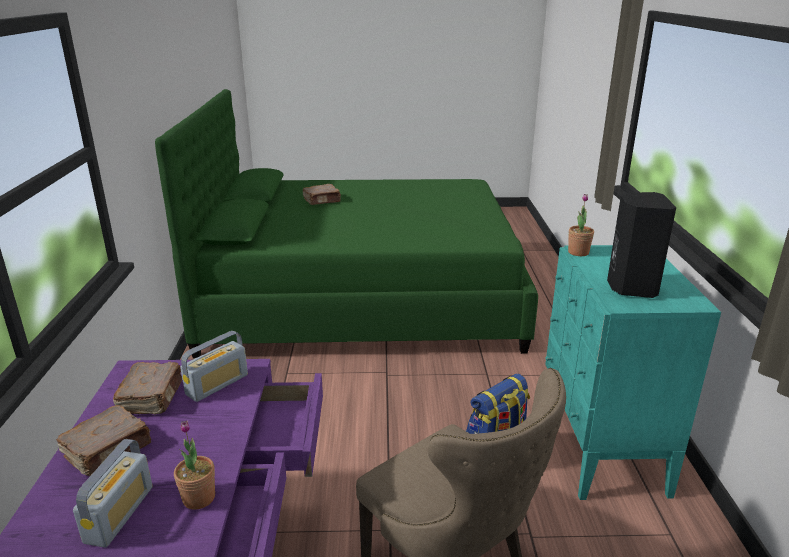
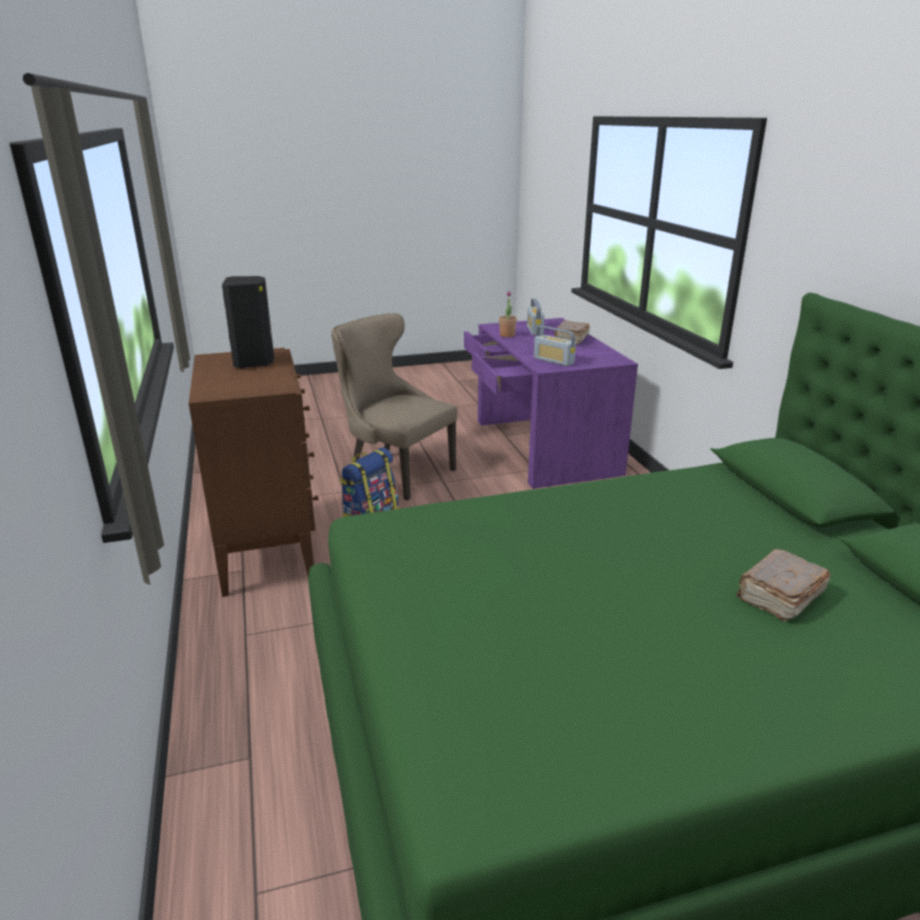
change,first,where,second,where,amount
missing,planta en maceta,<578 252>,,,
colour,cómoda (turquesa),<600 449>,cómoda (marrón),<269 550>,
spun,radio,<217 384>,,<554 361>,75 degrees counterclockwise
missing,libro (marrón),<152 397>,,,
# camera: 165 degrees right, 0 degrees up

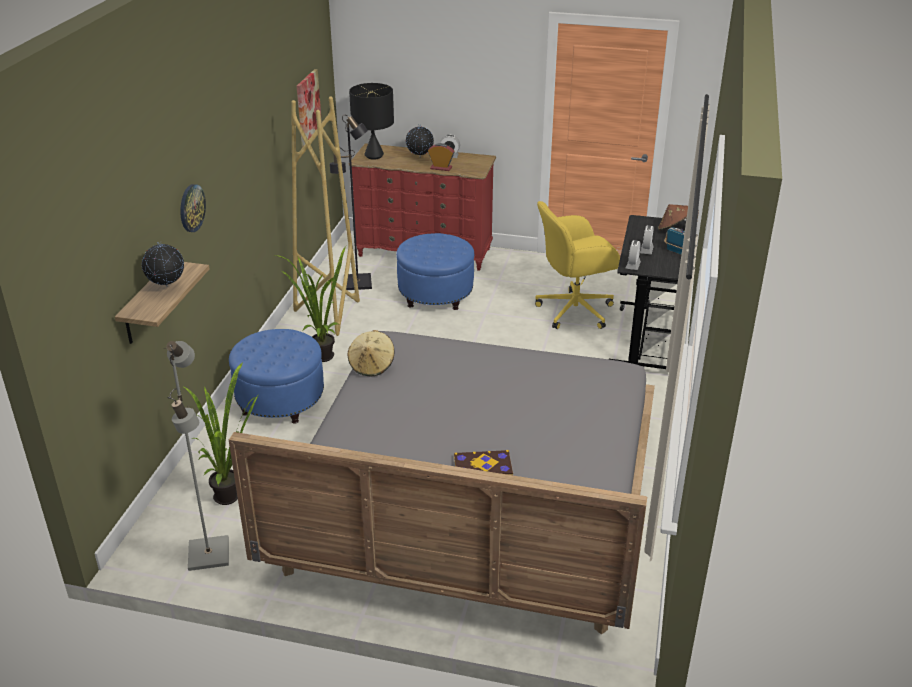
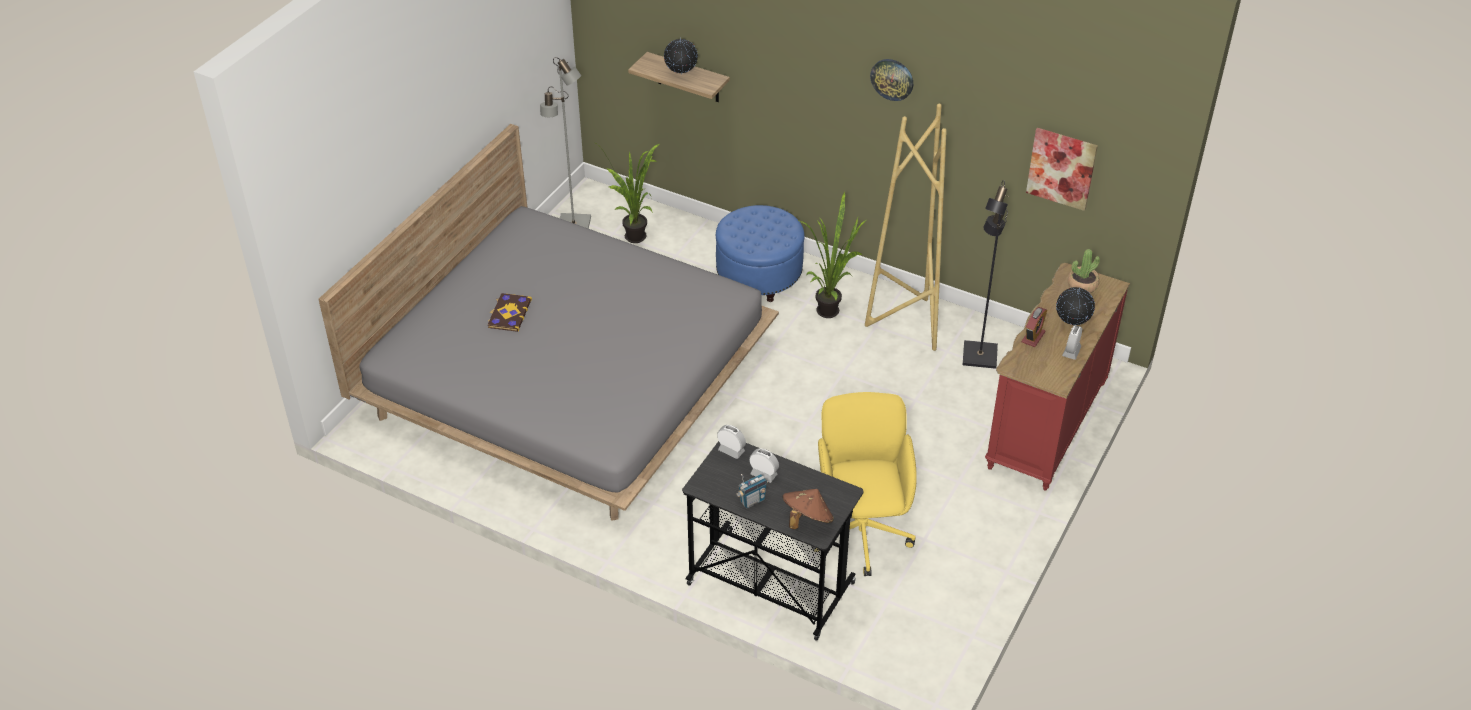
change,first,where,second,where,amount
exchanged,lámpara de mesa (negro),<374 156>,planta en maceta,<1082 285>,
relocated,reloj de pared,<191 208>,,<892 79>,
missing,puf (azul),<435 295>,,,
missing,sombrero (beis),<372 365>,,,
# camera: 105 degrees right, 10 degrees up

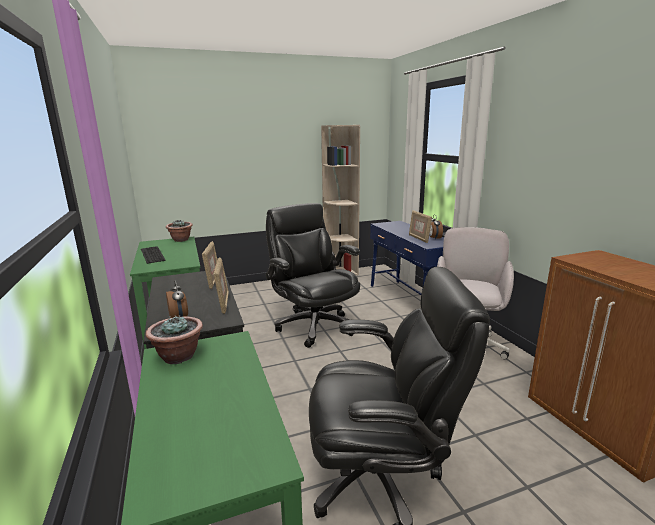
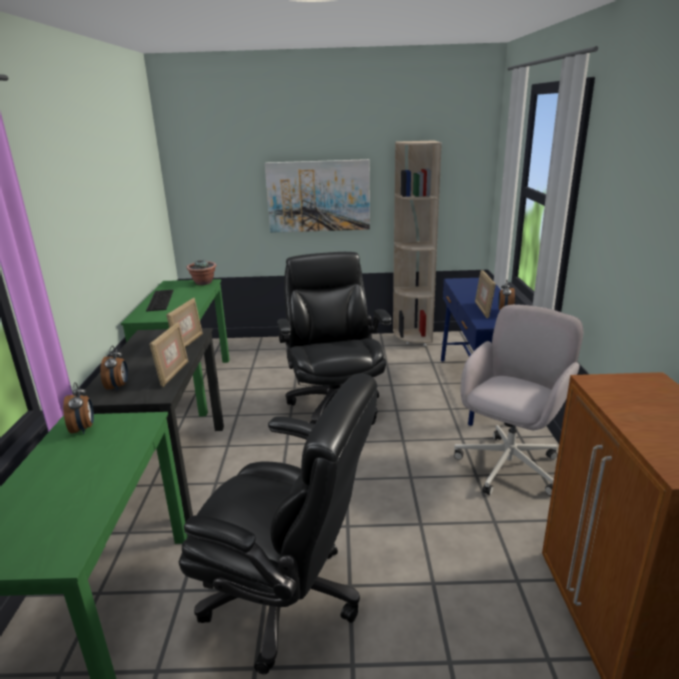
change,first,where,second,where,amount
exchanged,planta en maceta,<178 356>,despertador,<83 429>,
appeared,,,cuadro,<318 196>,
# camera: 20 degrees right, 5 degrees up

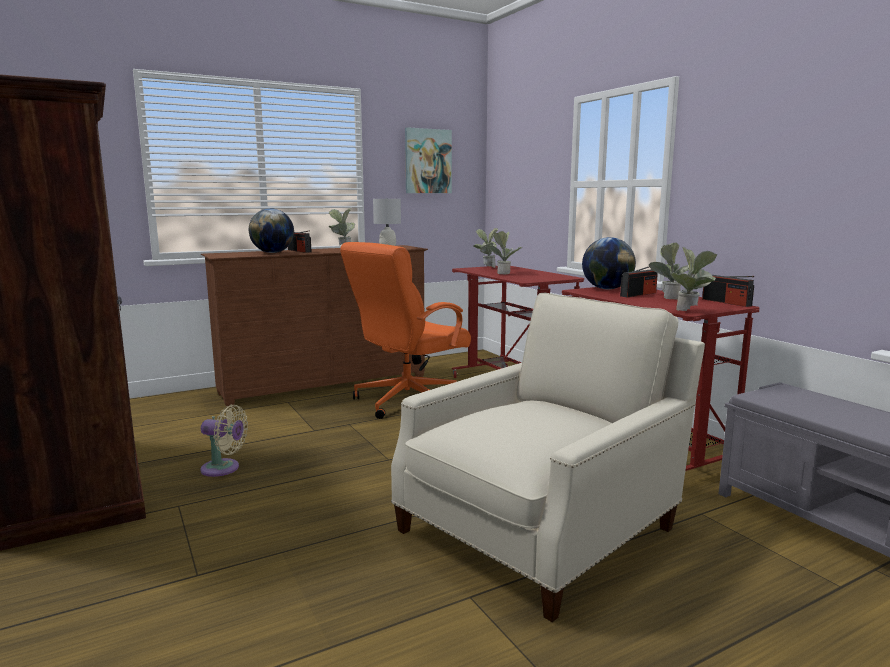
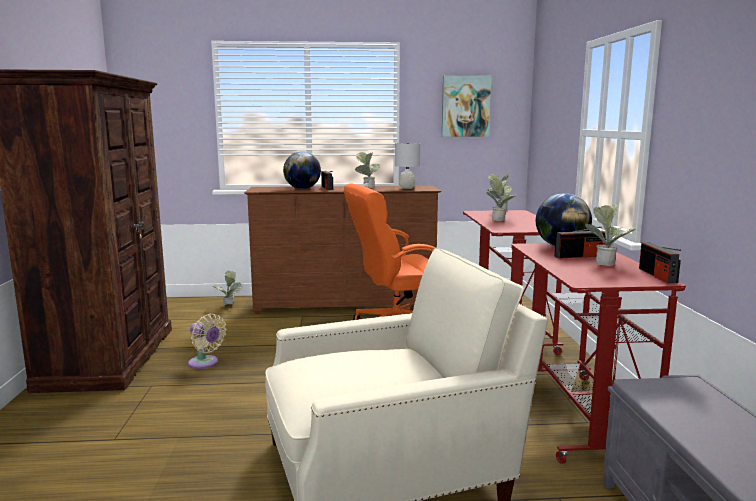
change,first,where,second,where,amount
relocated,planta en maceta,<691 311>,,<229 306>,
# camera: 25 degrees right, 0 degrees up

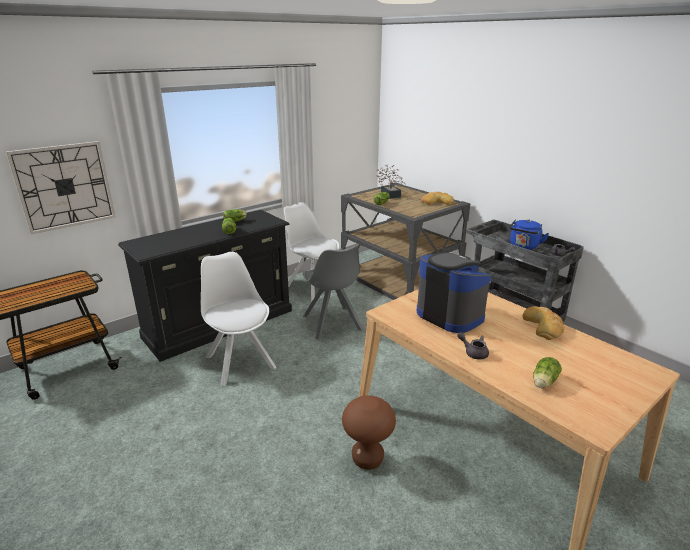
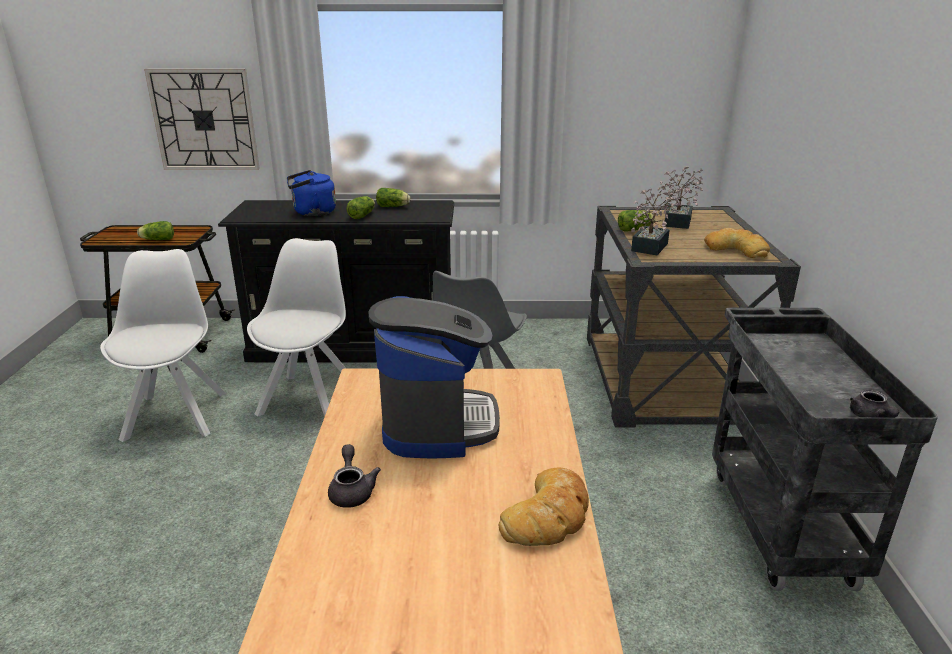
change,first,where,second,where,amount
relocated,silla (blanco),<312 287>,,<177 414>,
relocated,hervidor (azul),<524 247>,,<312 213>,
relocated,lechuga,<543 382>,,<157 240>,
missing,taburete (marrón),<367 459>,,,
appeared,,,planta en maceta,<651 245>,
# camera: 40 degrees right, 0 degrees up

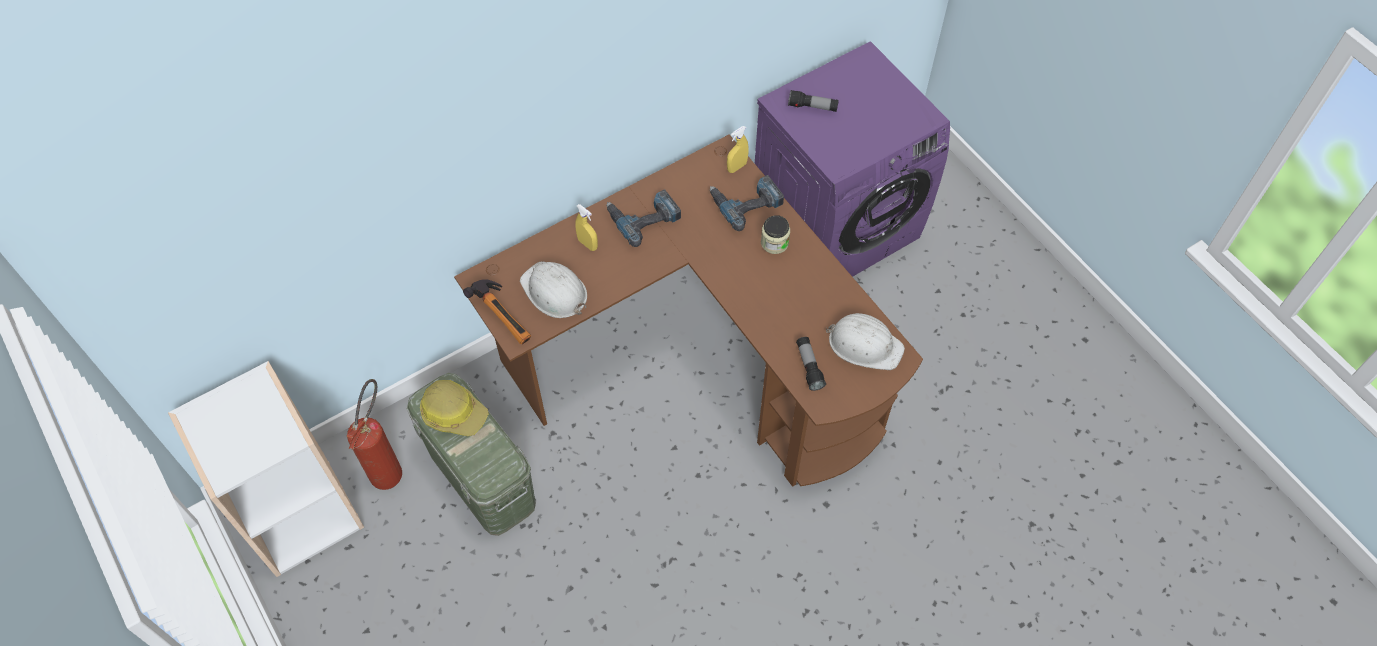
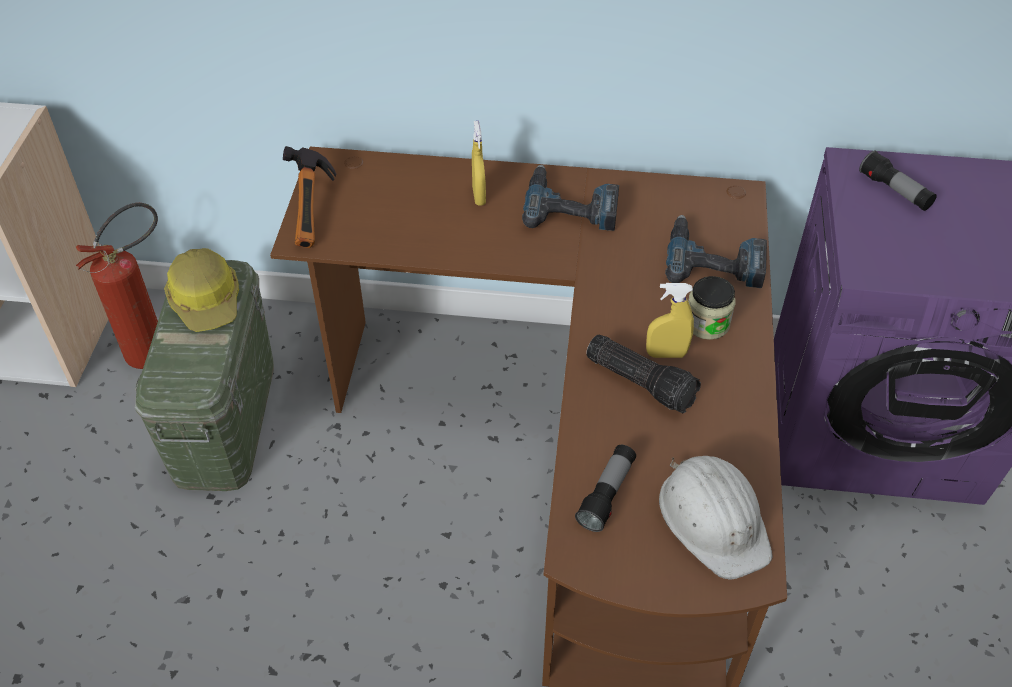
change,first,where,second,where,amount
relocated,pulverizador (amarillo),<737 167>,,<666 354>,
missing,casco (blanco),<554 292>,,,
appeared,,,linterna,<642 381>,
# camera: 40 degrees right, 10 degrees down

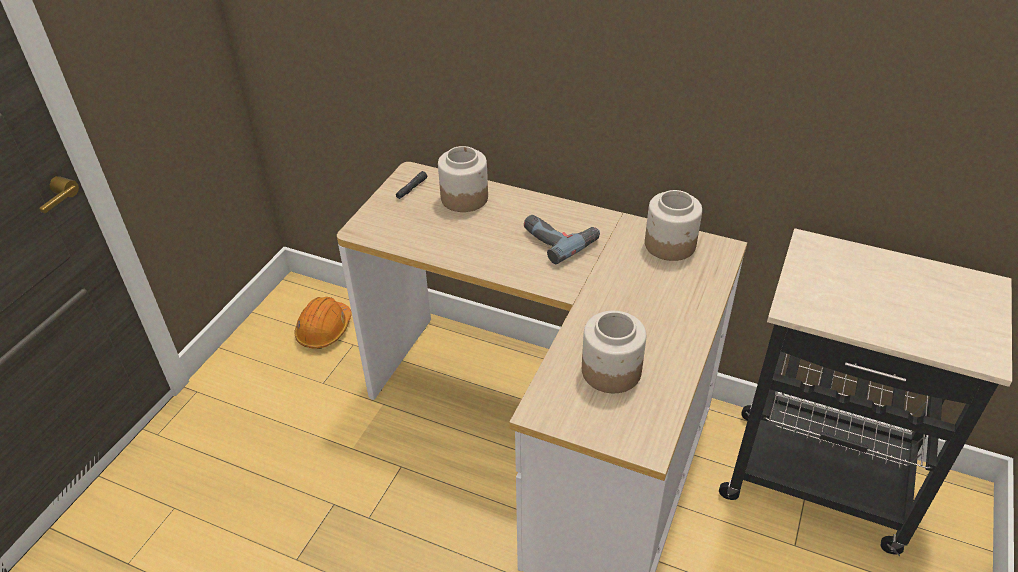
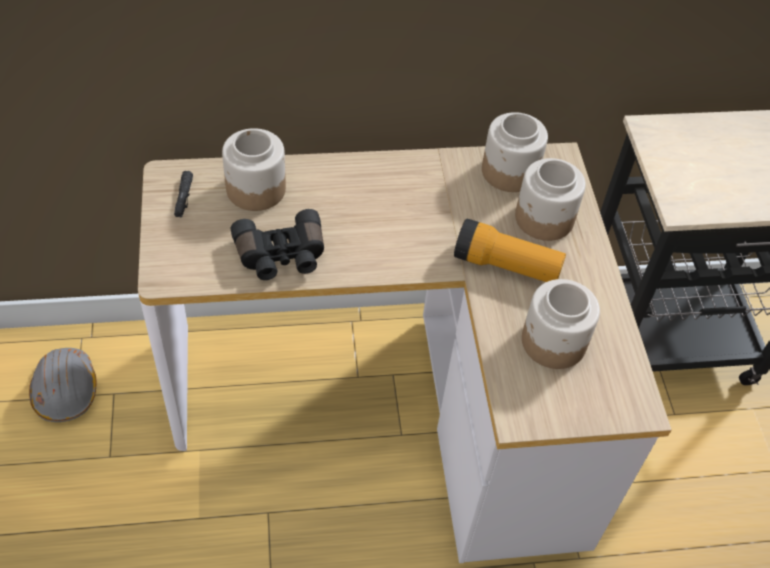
change,first,where,second,where,amount
missing,taladro,<559 239>,,,
colour,casco (naranja),<324 330>,casco (gris),<65 390>,
appeared,,,tarro,<544 219>,
appeared,,,prismáticos (negro),<281 256>,
appeared,,,linterna,<506 266>,
# camera: 35 degrees left, 10 degrees up

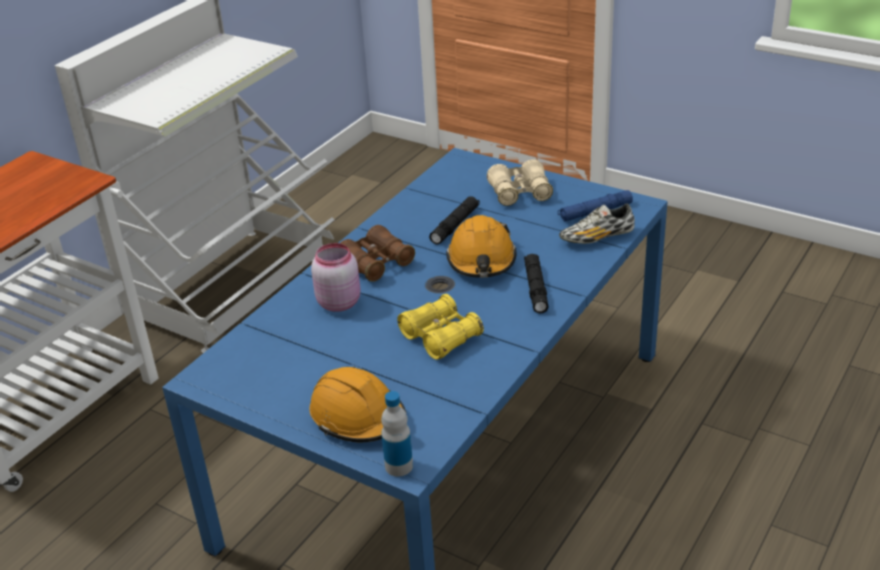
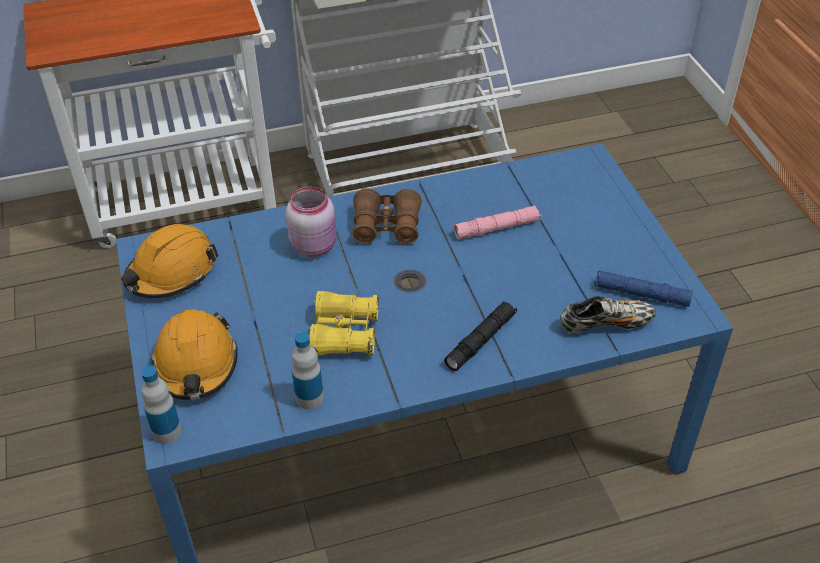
change,first,where,second,where,amount
missing,prismáticos (beis),<520 193>,,,
colour,linterna (negro),<455 225>,linterna (rosa),<497 228>,
spun,zapato,<597 238>,,<605 324>,150 degrees clockwise
relocated,casco (naranja),<482 260>,,<171 272>,
appeared,,,botella,<309 398>,
# camera: 40 degrees right, 10 degrees up

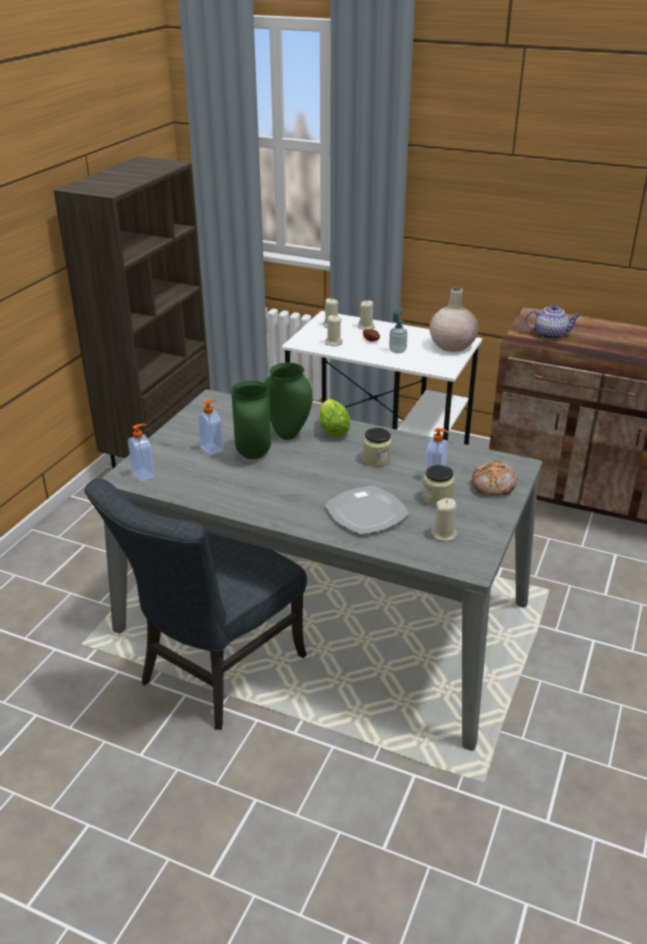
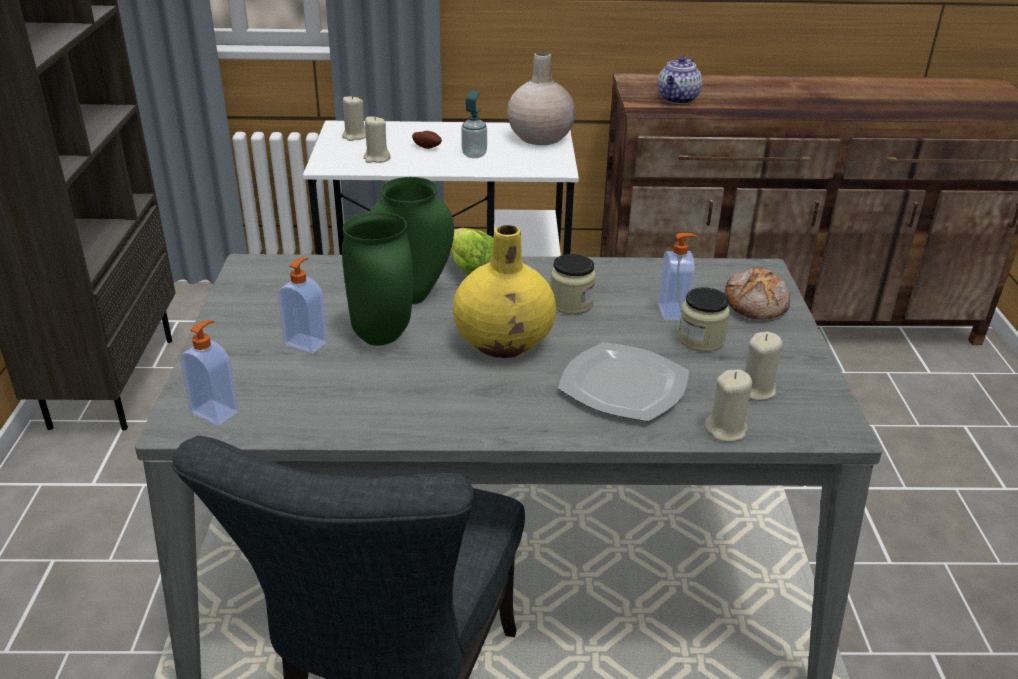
change,first,where,second,where,amount
relocated,vela (beis),<366 327>,,<726 430>,
spun,tetera,<550 334>,,<678 99>,135 degrees clockwise
appeared,,,florero (amarillo),<504 342>,
# camera: 25 degrees left, 0 degrees up

